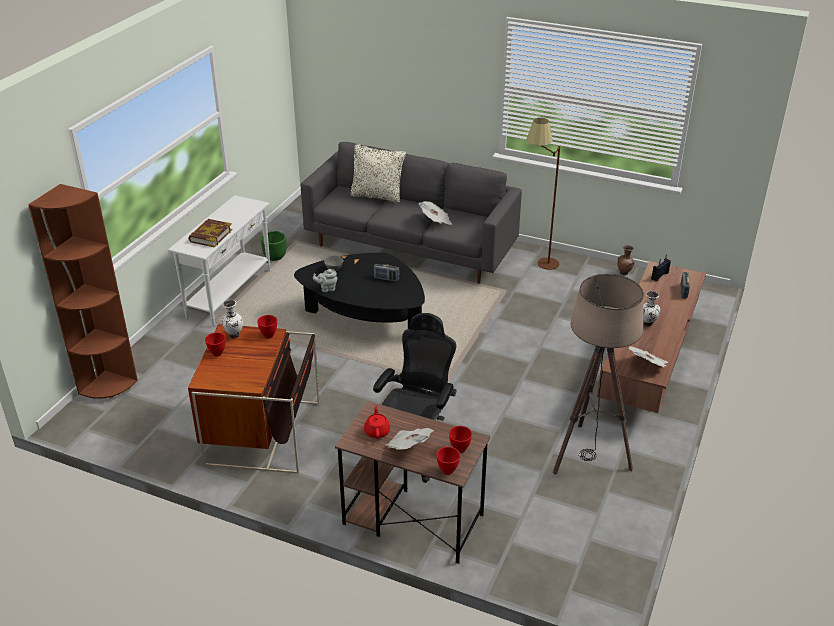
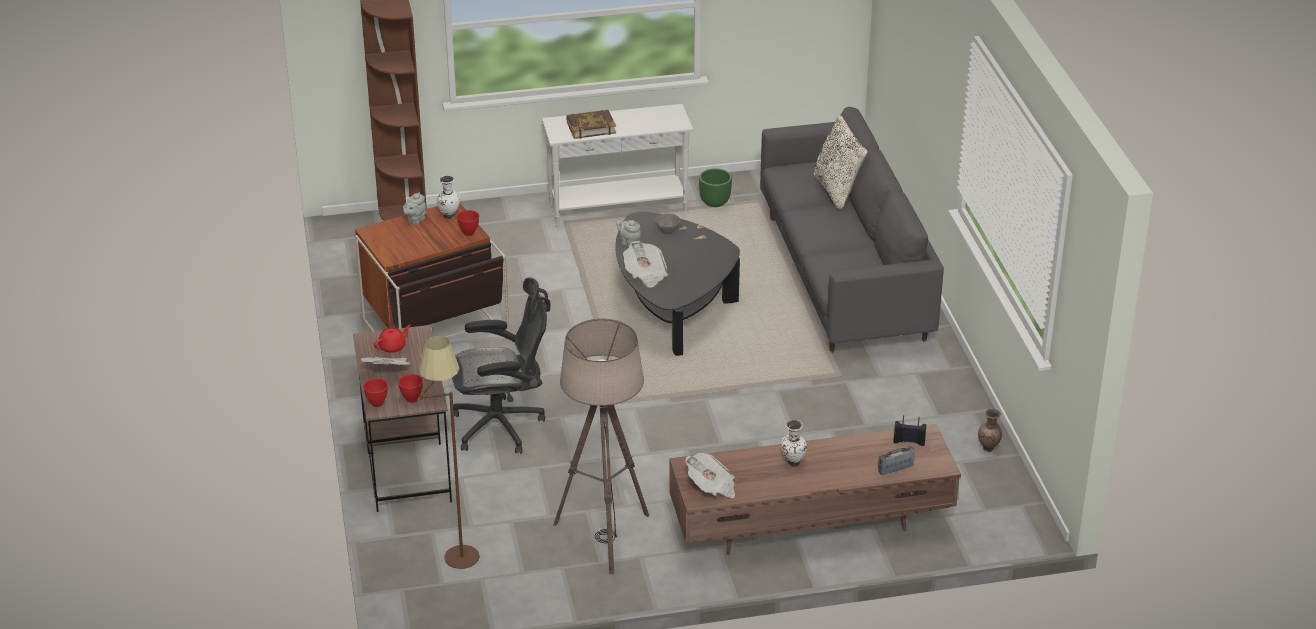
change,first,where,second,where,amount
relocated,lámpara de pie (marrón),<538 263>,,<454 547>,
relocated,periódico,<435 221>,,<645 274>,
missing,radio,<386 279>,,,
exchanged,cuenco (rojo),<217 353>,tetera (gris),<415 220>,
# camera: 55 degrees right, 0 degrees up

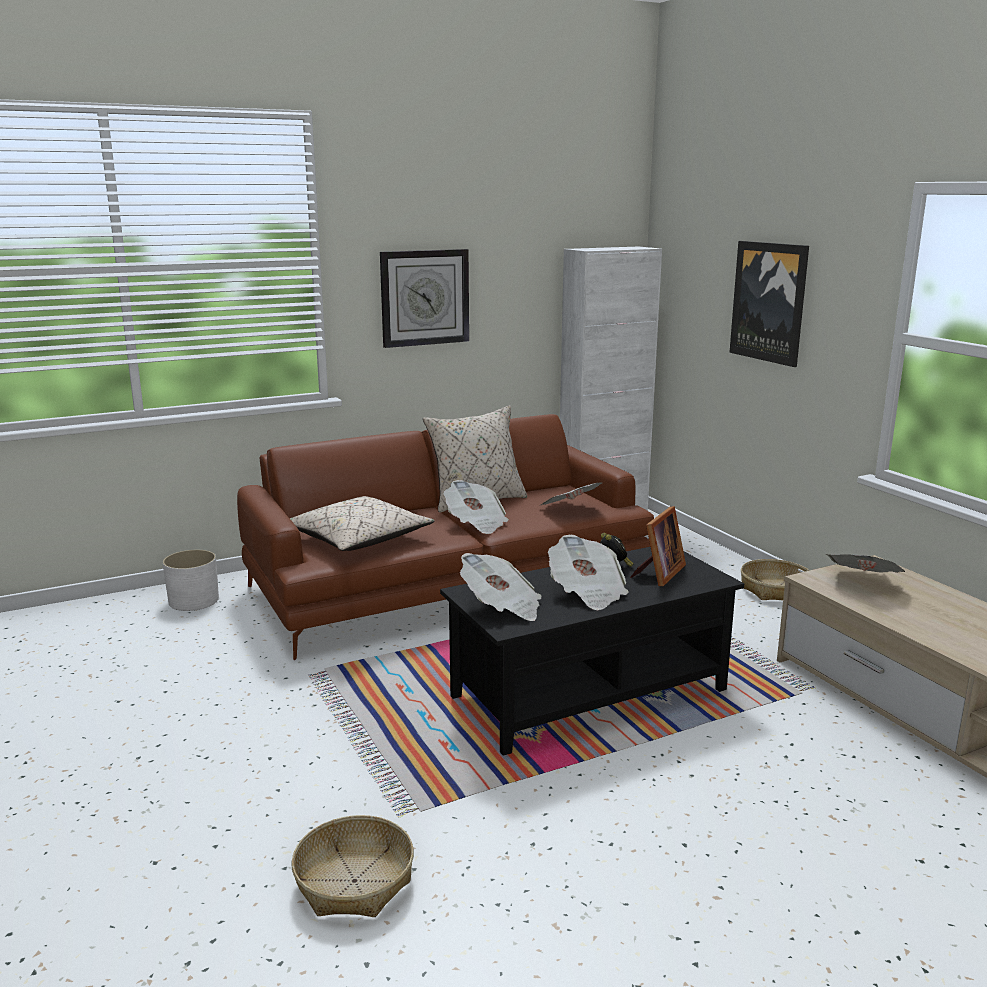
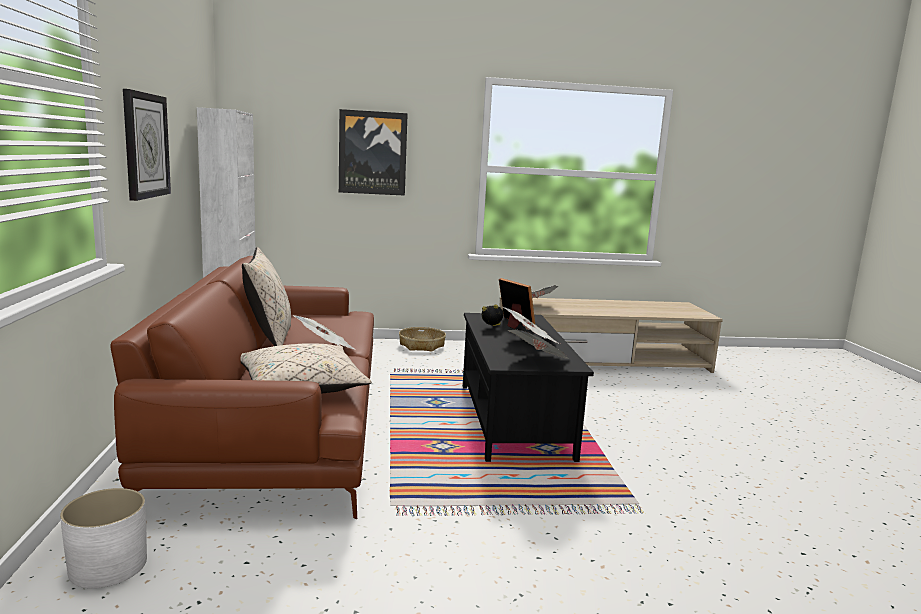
change,first,where,second,where,amount
missing,periódico,<569 510>,,,
missing,cesta,<354 881>,,,
# camera: 70 degrees left, 5 degrees down

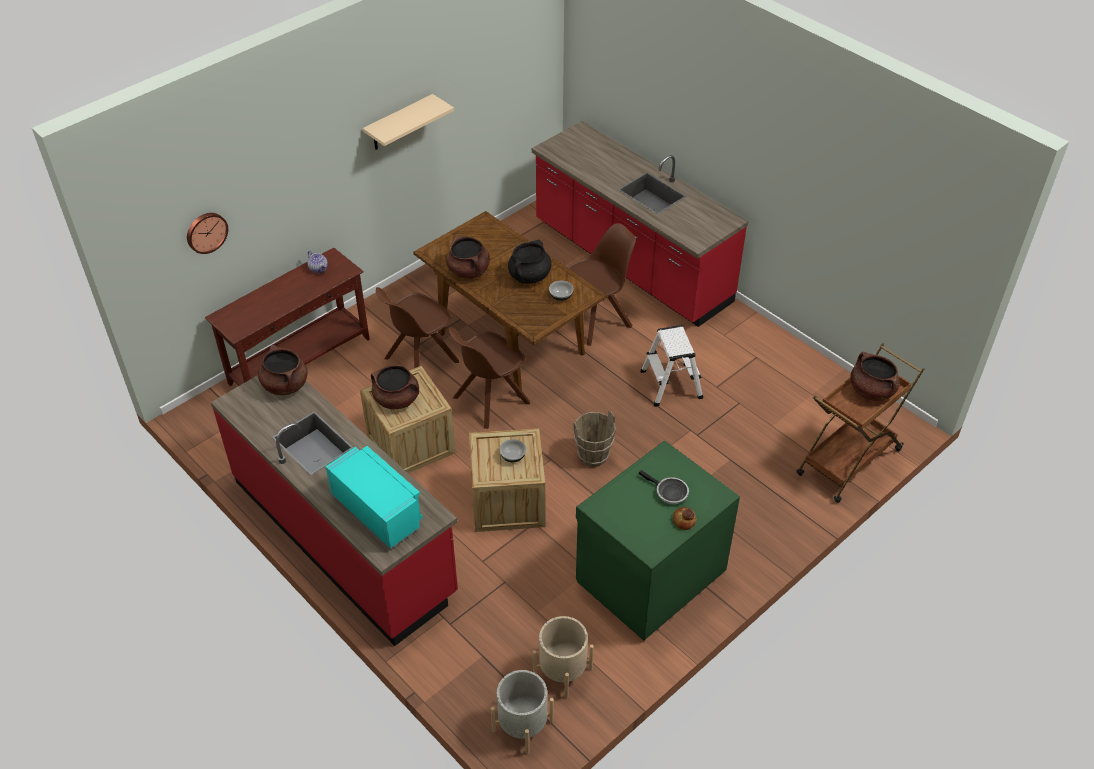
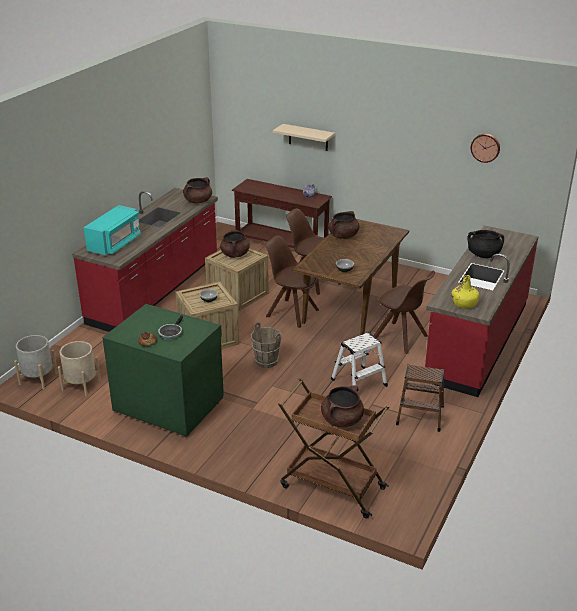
change,first,where,second,where,amount
relocated,estante (beis),<399 123>,,<308 137>,
relocated,reloj de pared,<206 232>,,<485 147>,
relocated,olla (negro),<529 276>,,<483 255>,
appeared,,,botella (amarillo),<464 304>,
appeared,,,escalera de tijera (marrón),<420 415>,
# camera: 70 degrees right, 15 degrees down

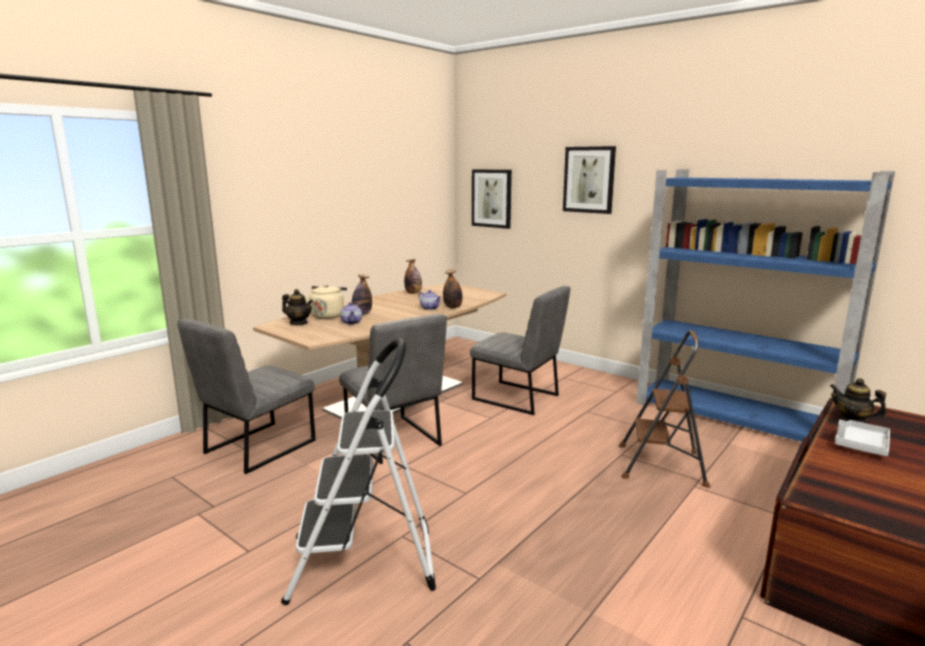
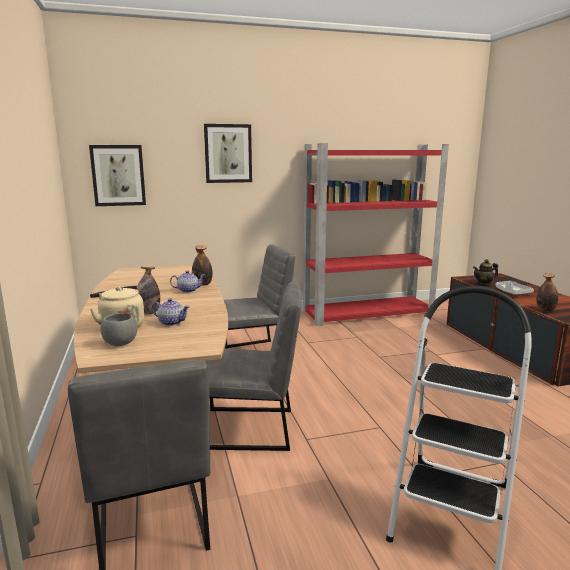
change,first,where,second,where,amount
colour,estantería (azul),<735 416>,estantería (rojo),<368 313>,
relocated,botella,<413 293>,,<545 310>,
exchanged,tetera,<299 323>,cuenco (gris),<120 343>,
missing,escalera de tijera (marrón),<664 465>,,,
# camera: 55 degrees left, 0 degrees up

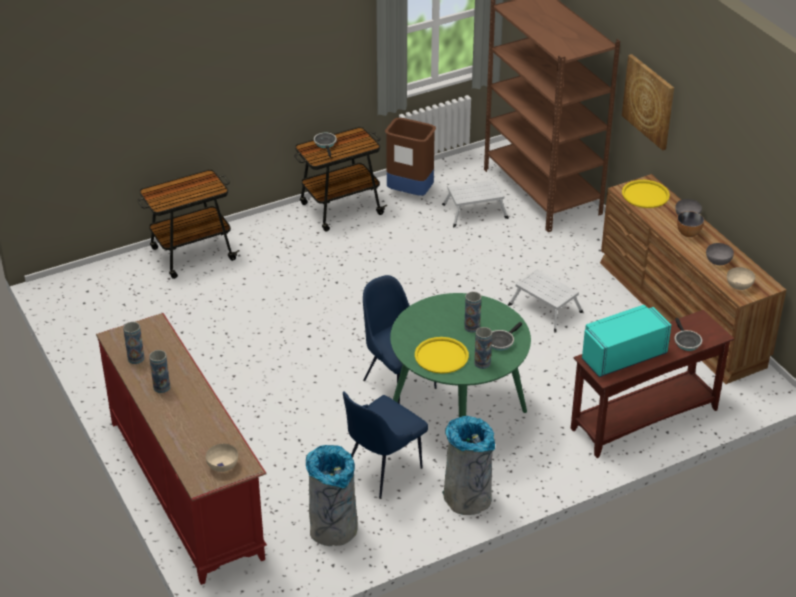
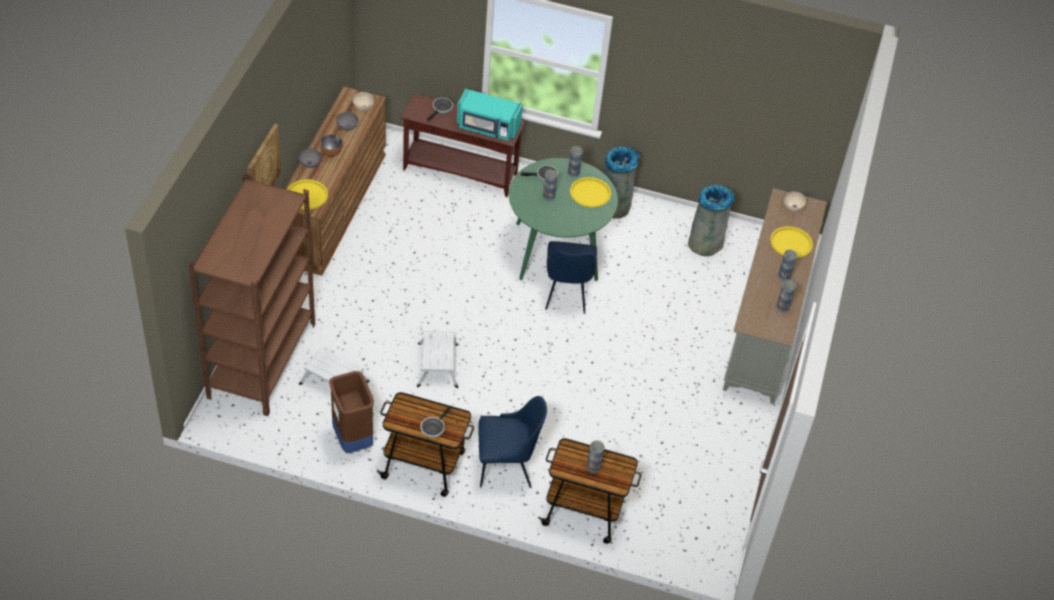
change,first,where,second,where,amount
relocated,escalera de tijera (blanco),<545 308>,,<437 364>,
colour,armario (rojo),<186 487>,armario (gris),<764 326>,
relocated,silla (azul),<382 471>,,<505 468>,
appeared,,,bandeja (amarillo),<791 243>,
appeared,,,florero,<593 467>,
# camera: 140 degrees left, 10 degrees up

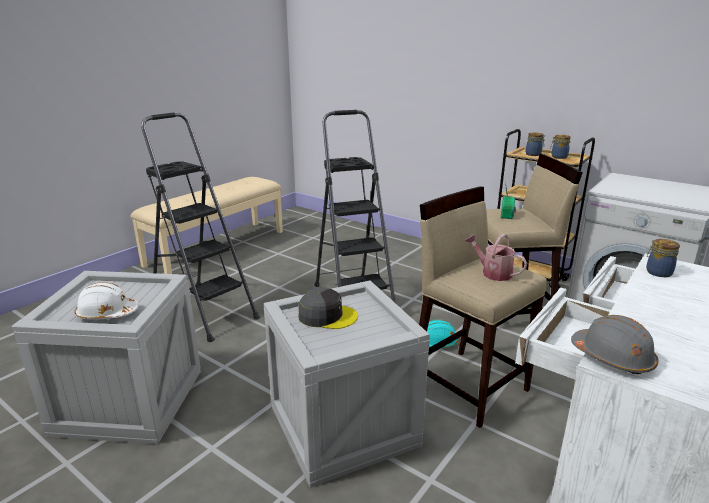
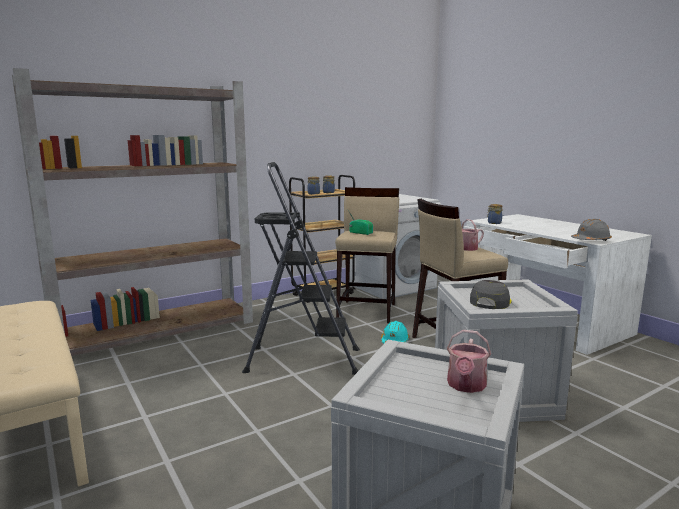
change,first,where,second,where,amount
missing,escalera de tijera,<203 309>,,,
exchanged,casco (blanco),<107 314>,regadera,<466 386>,
appeared,,,estantería (marrón),<156 331>,
# camera: 70 degrees left, 10 degrees down

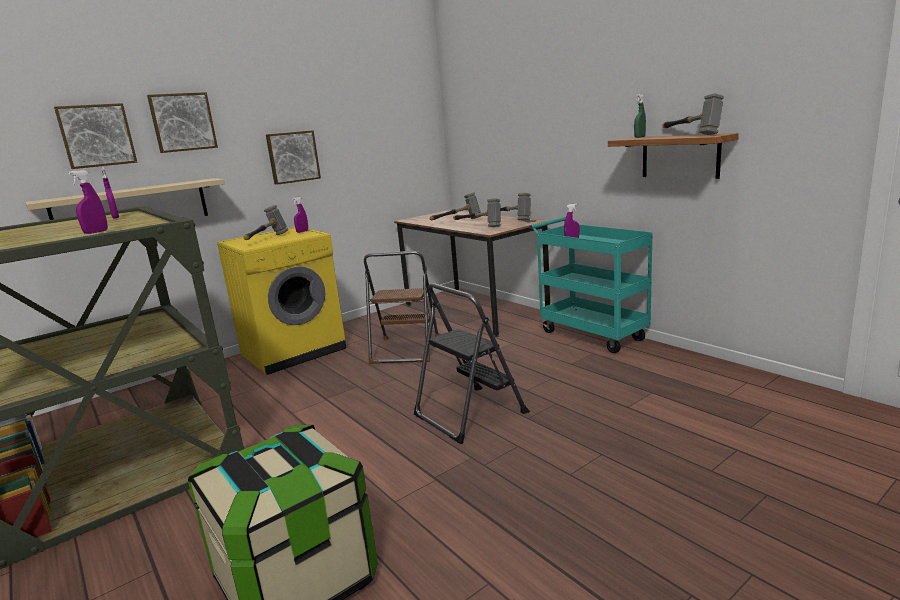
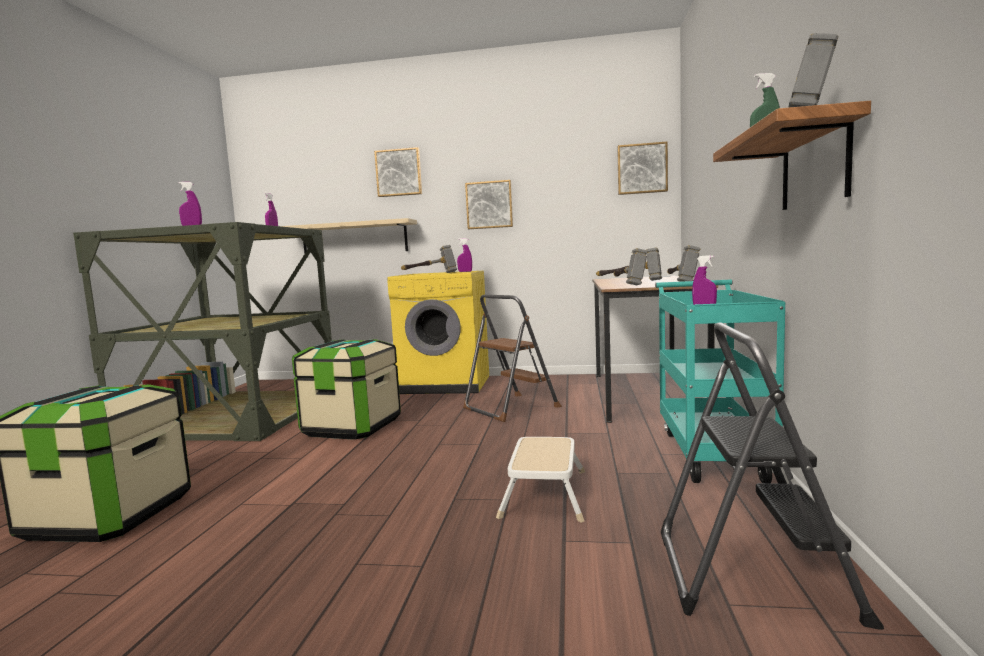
change,first,where,second,where,amount
relocated,cuadro,<96 136>,,<642 169>,
relocated,escalera de tijera (negro),<466 414>,,<744 572>,
appeared,,,caja de almacenaje,<351 427>,
appeared,,,escalera de tijera (beis),<543 493>,
# camera: 45 degrees right, 10 degrees down

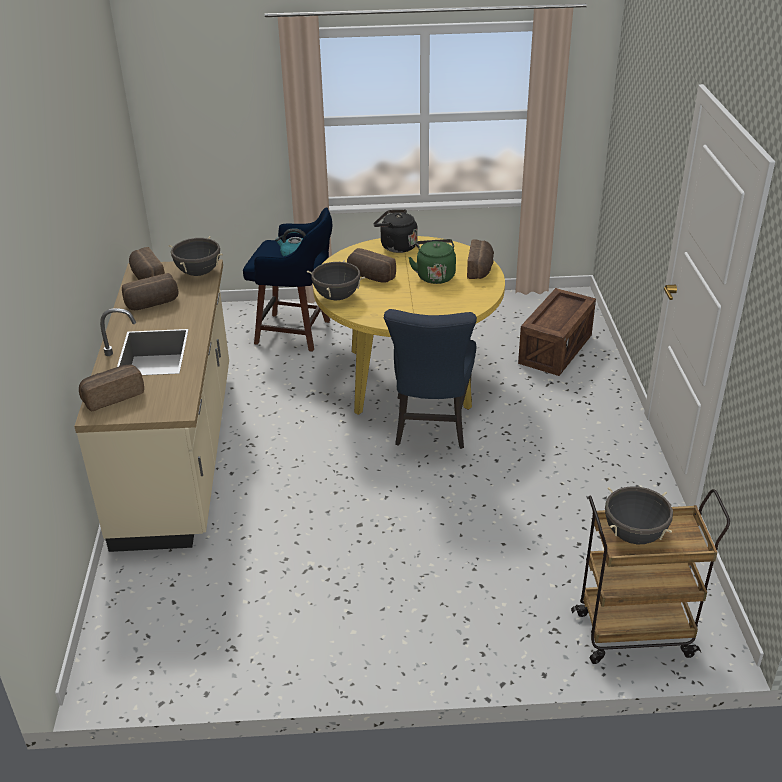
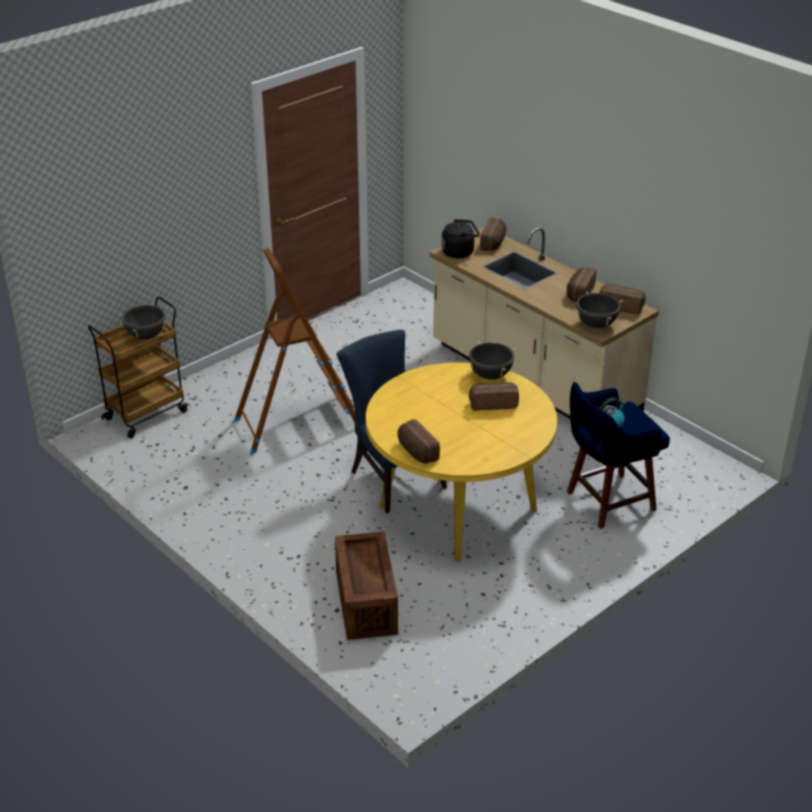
change,first,where,second,where,amount
relocated,hervidor (negro),<396 246>,,<460 252>,
missing,hervidor (verde),<435 276>,,,
appeared,,,escalera de tijera (marrón),<299 423>,
# camera: 140 degrees right, 0 degrees up

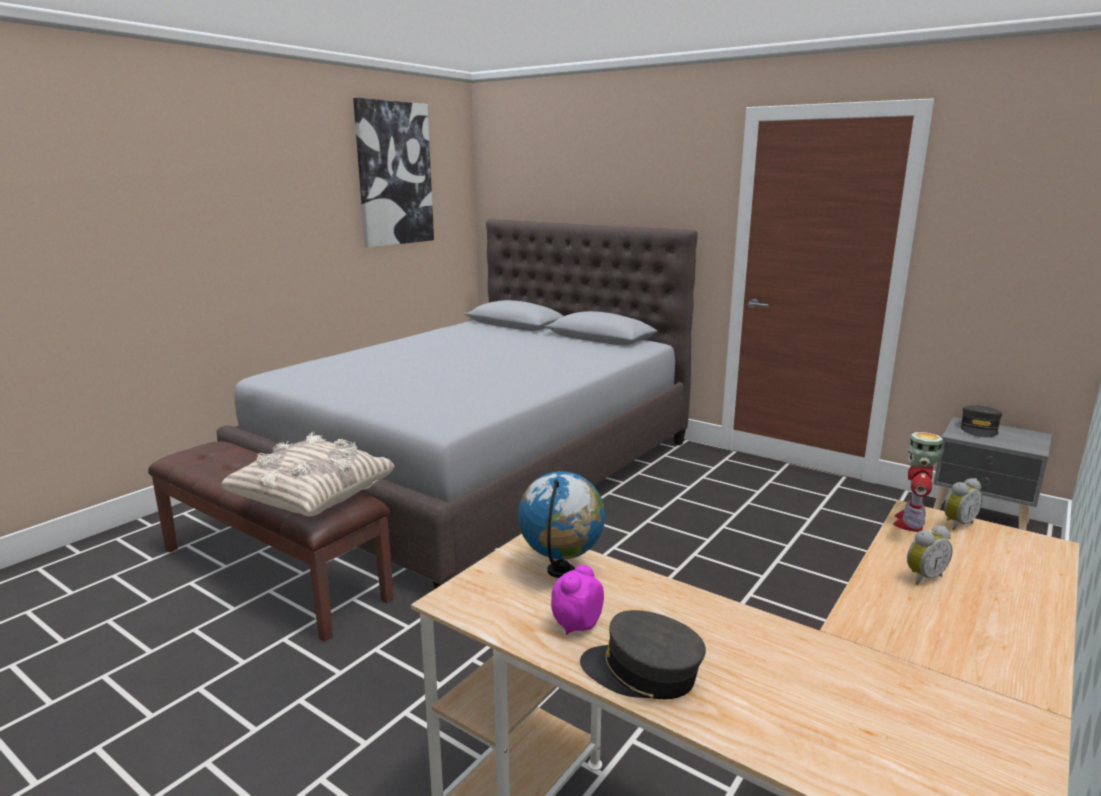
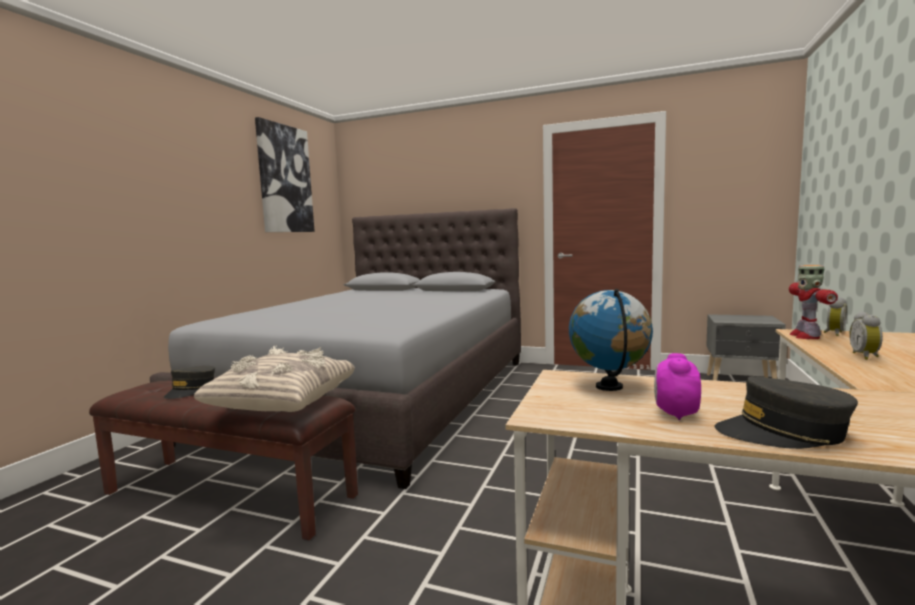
change,first,where,second,where,amount
relocated,gorra (gris),<979 429>,,<191 390>,
spun,despertador,<922 577>,,<866 356>,150 degrees clockwise
# camera: 15 degrees left, 10 degrees down

